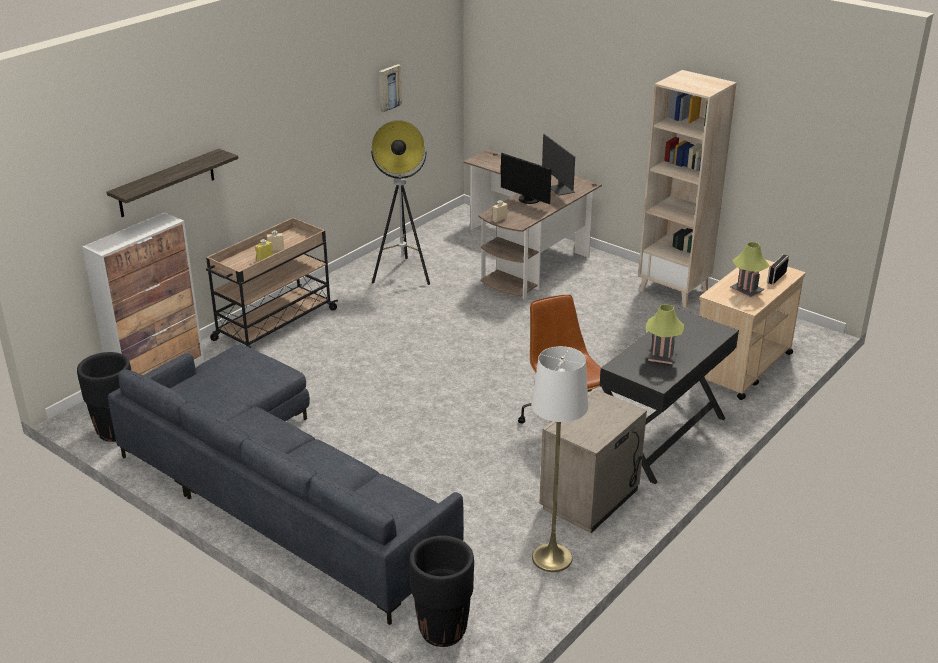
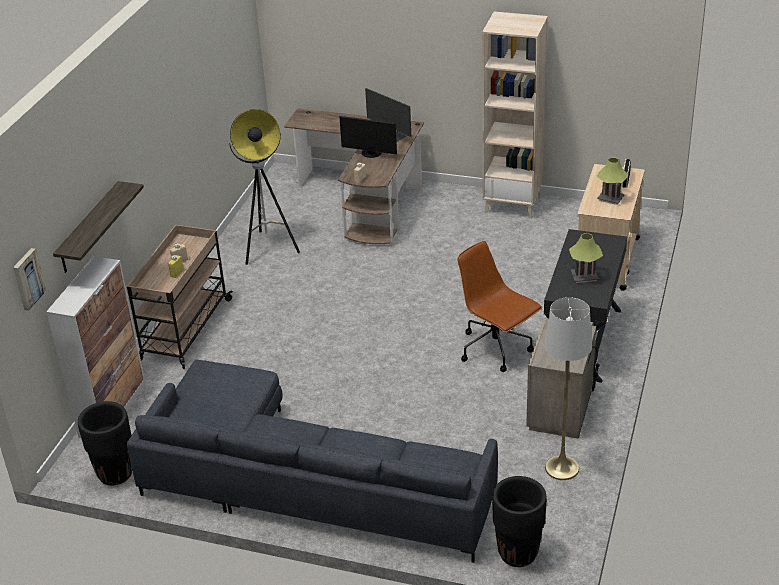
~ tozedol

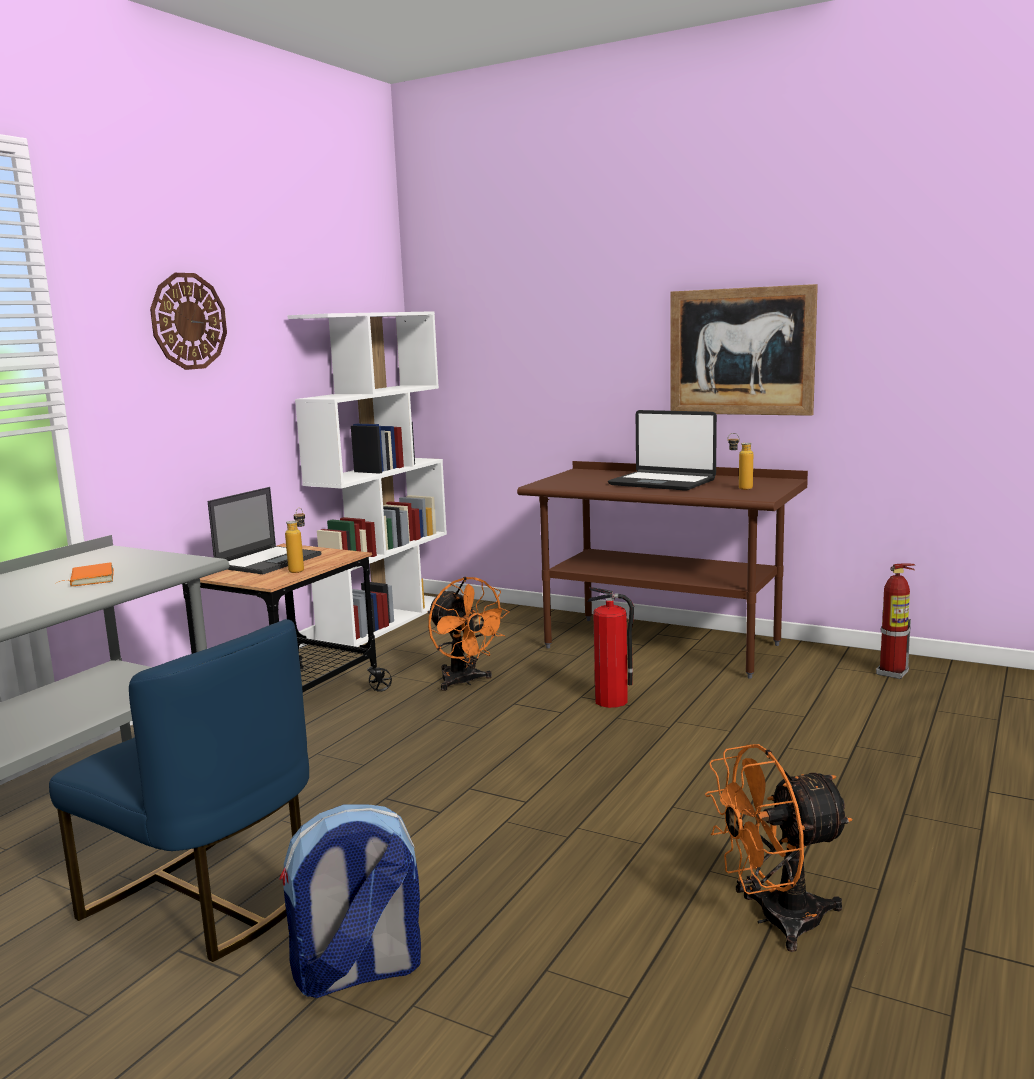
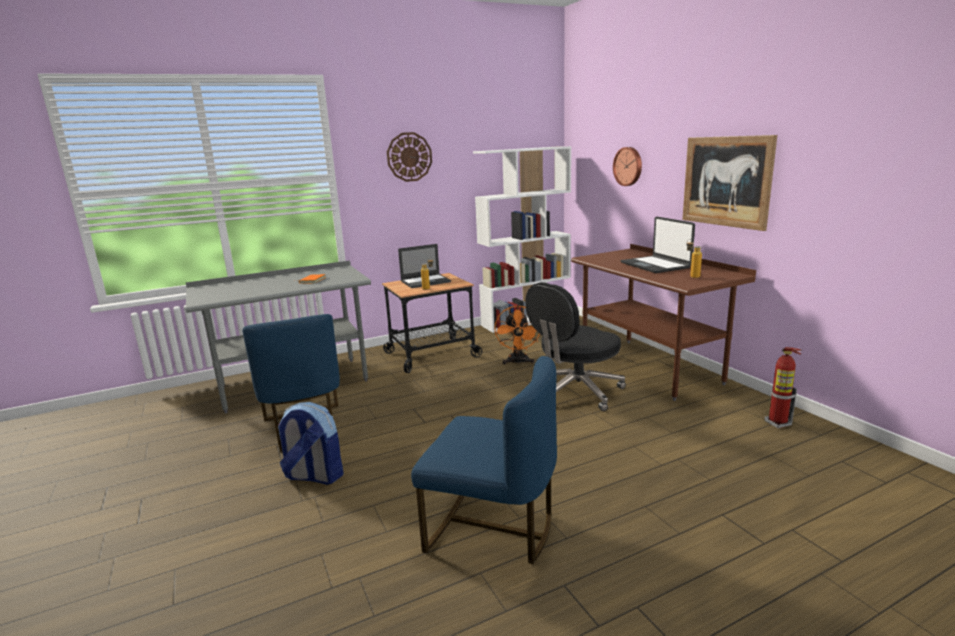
~ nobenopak (1st from left) to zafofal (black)
~ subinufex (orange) (2nd from left) to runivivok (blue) (2nd from left)
+ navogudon (2nd from left)

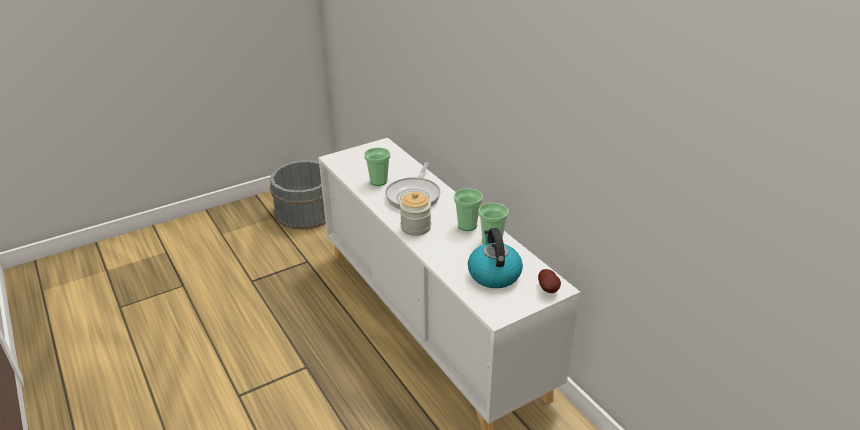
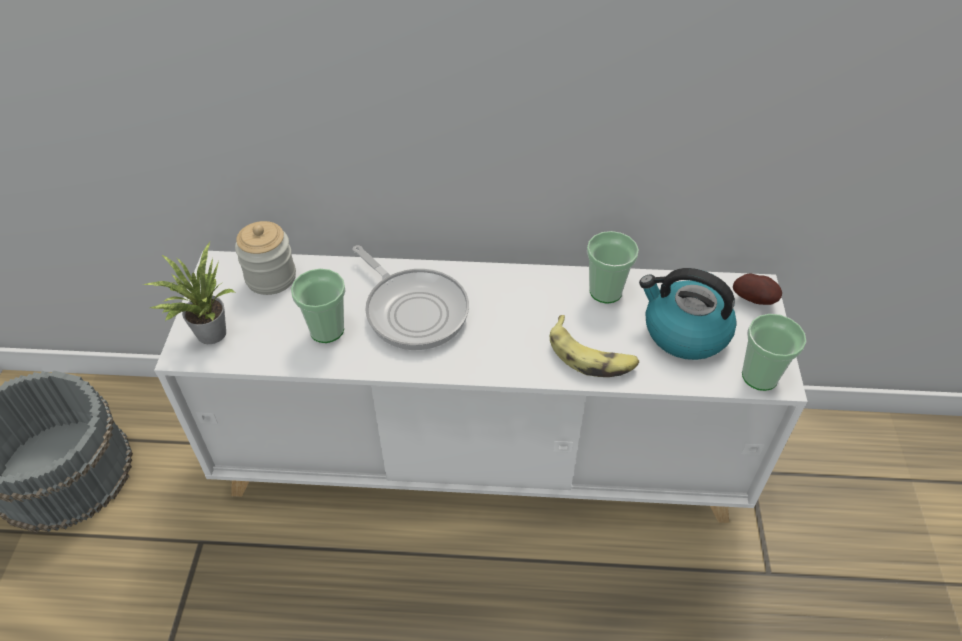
~ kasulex (2nd from left in the first image) to kasulex (3rd from left)
~ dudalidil
+ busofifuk
+ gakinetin

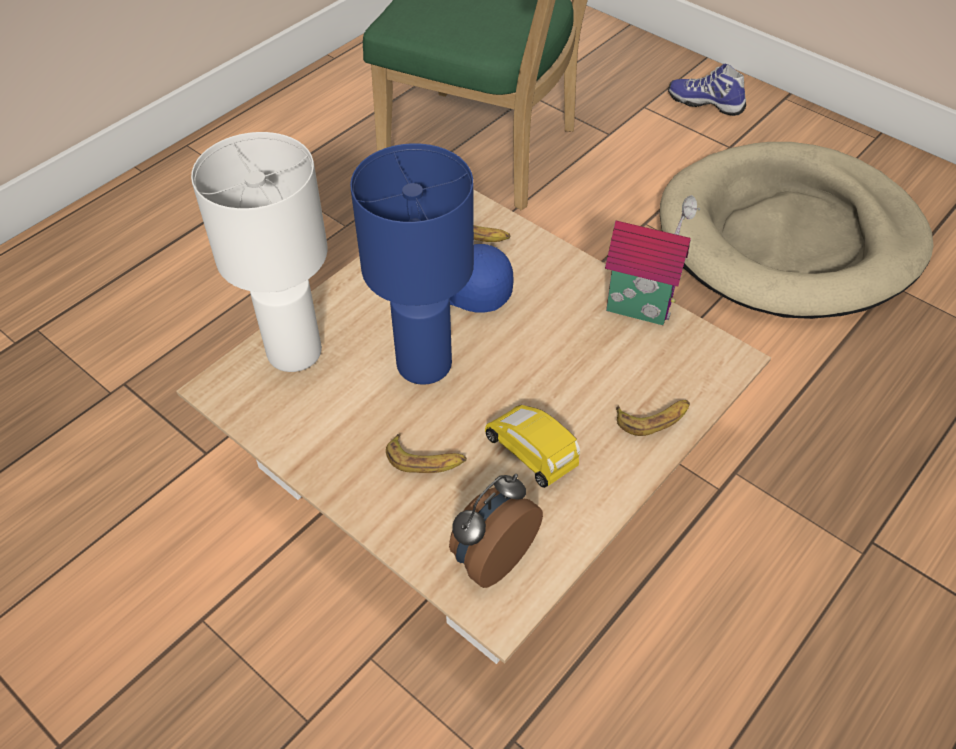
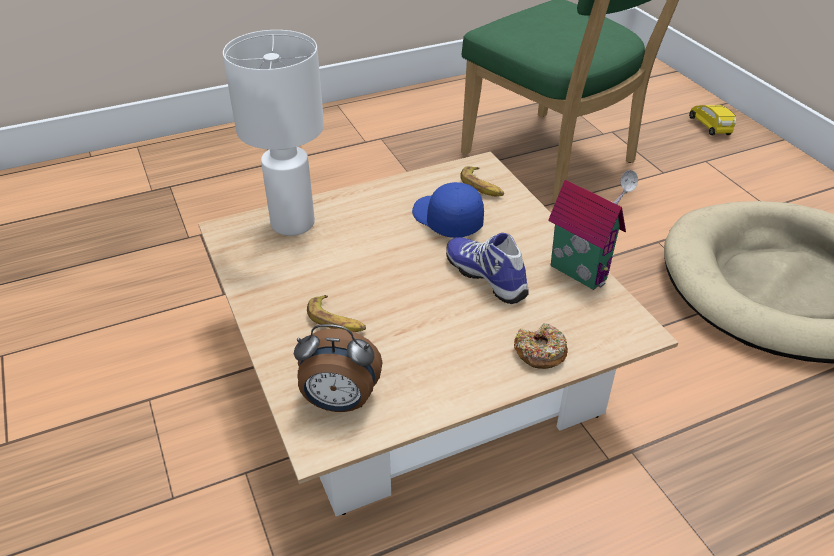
~ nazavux
- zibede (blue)
~ gakinetin (3rd from left) to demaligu
~ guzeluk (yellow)
~ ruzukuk 150 degrees counterclockwise

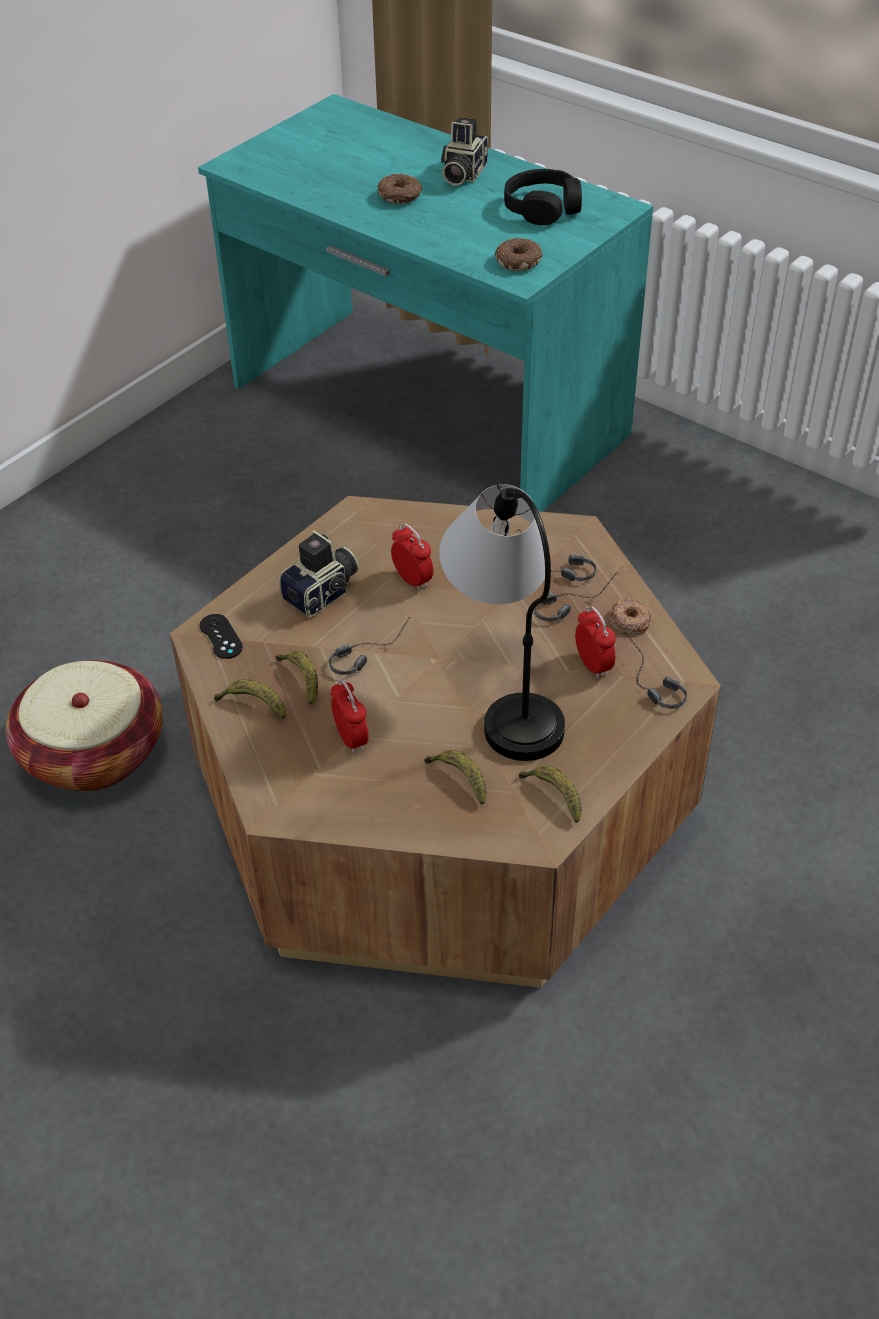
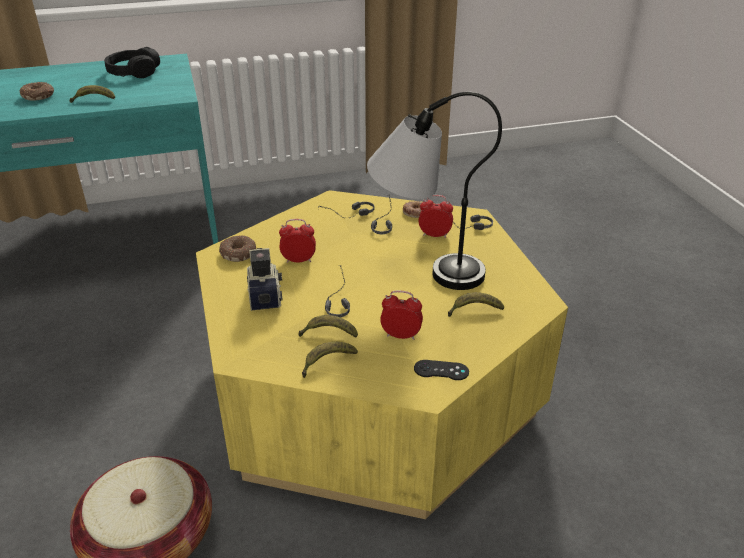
- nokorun (2nd from left)
~ demaligu (2nd from left)
~ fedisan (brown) to fedisan (yellow)
~ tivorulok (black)
~ gakinetin (4th from left in the first image) to gakinetin (1st from left)

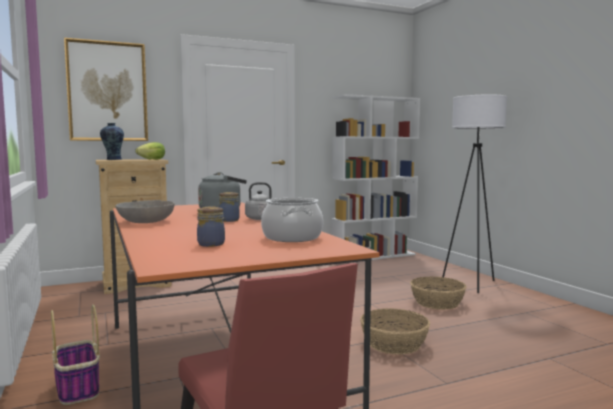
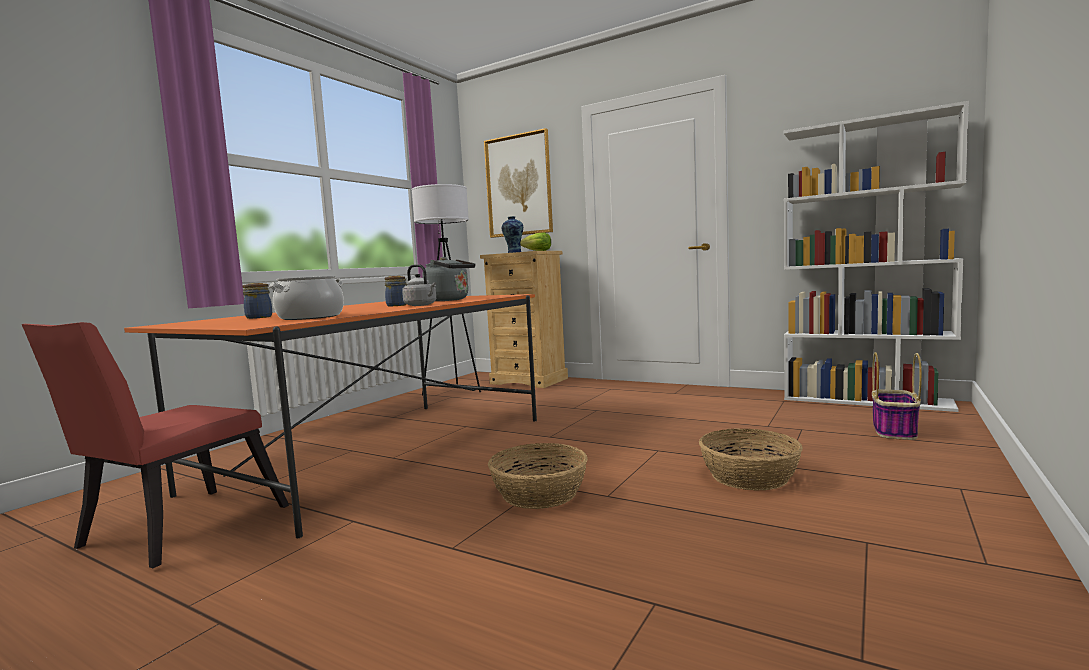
~ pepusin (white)
- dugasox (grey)
~ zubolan (1st from left in the first image) to zubolan (3rd from left)

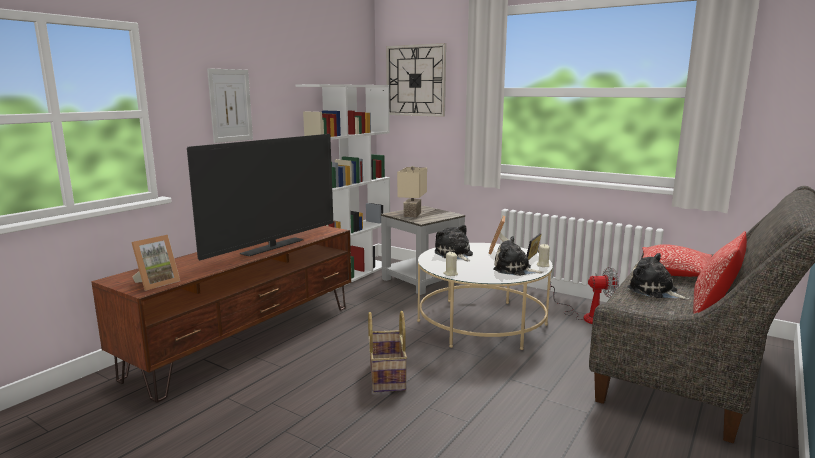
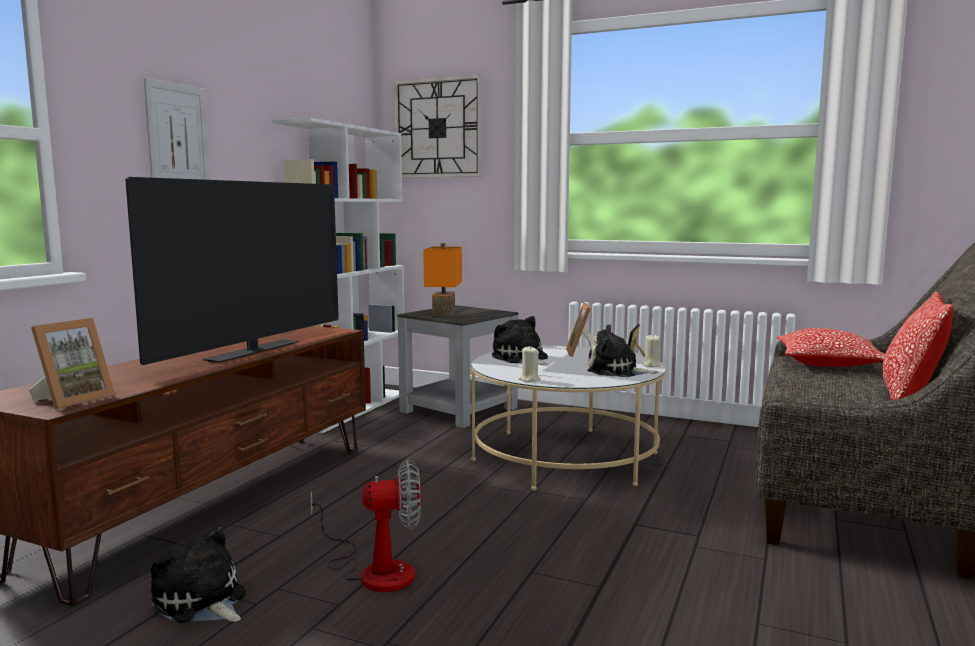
~ zibede (beige) to zibede (orange)
~ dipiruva (3rd from left in the first image) to dipiruva (1st from left)
~ subinufex
- zubolan

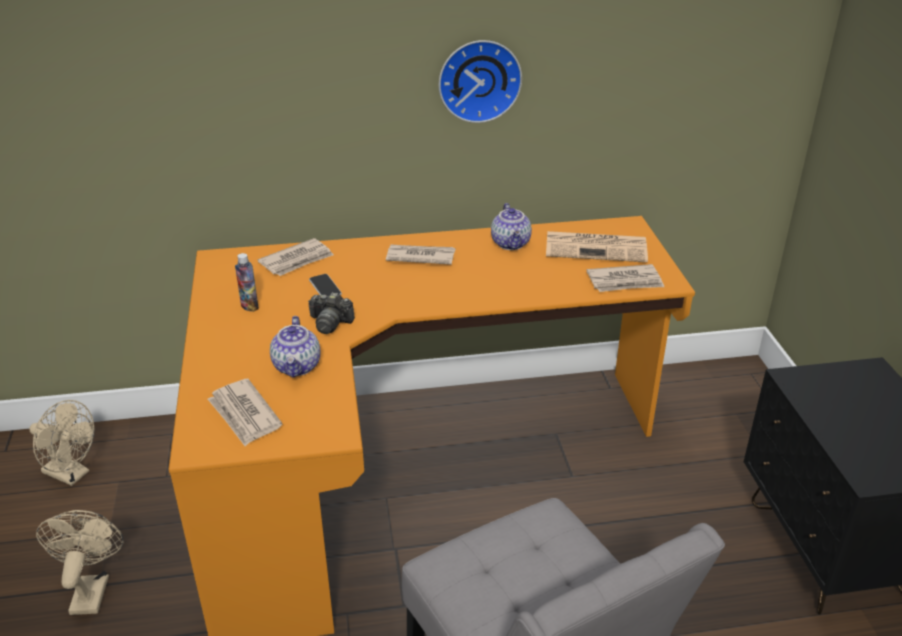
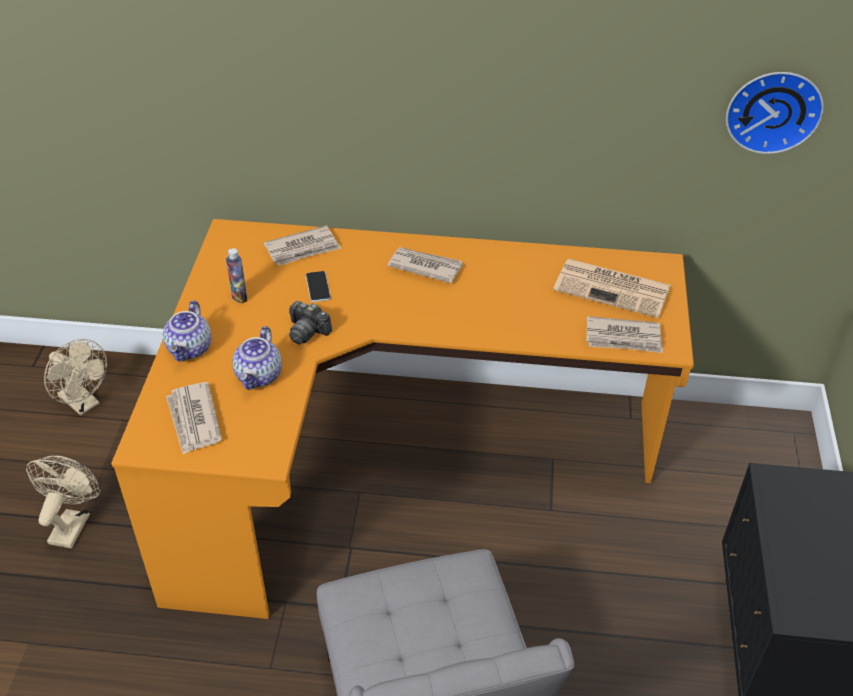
~ navogudon
~ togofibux (2nd from left in the first image) to togofibux (1st from left)

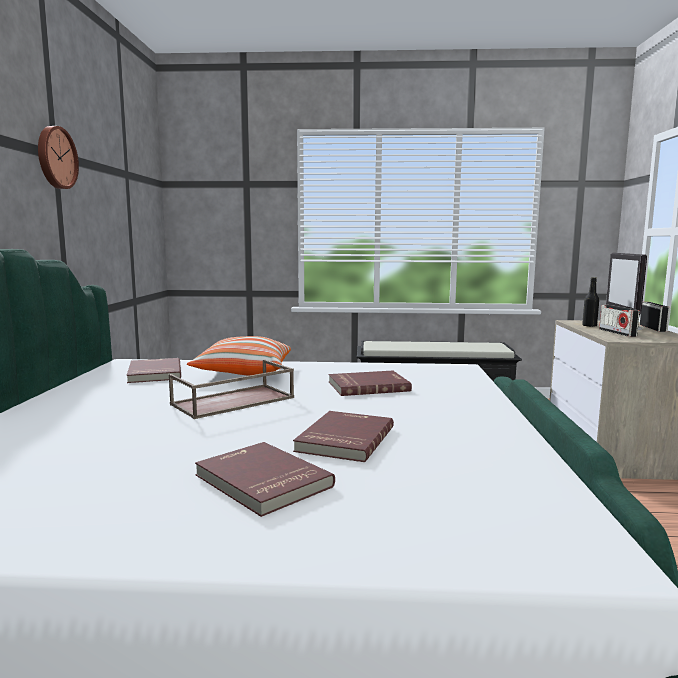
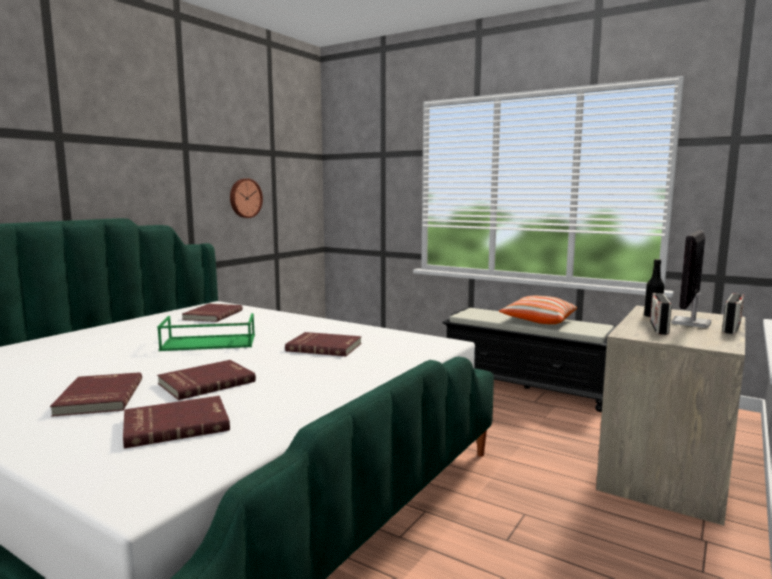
~ navogudon
~ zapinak
~ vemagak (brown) to vemagak (green)
+ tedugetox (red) (2nd from left)

